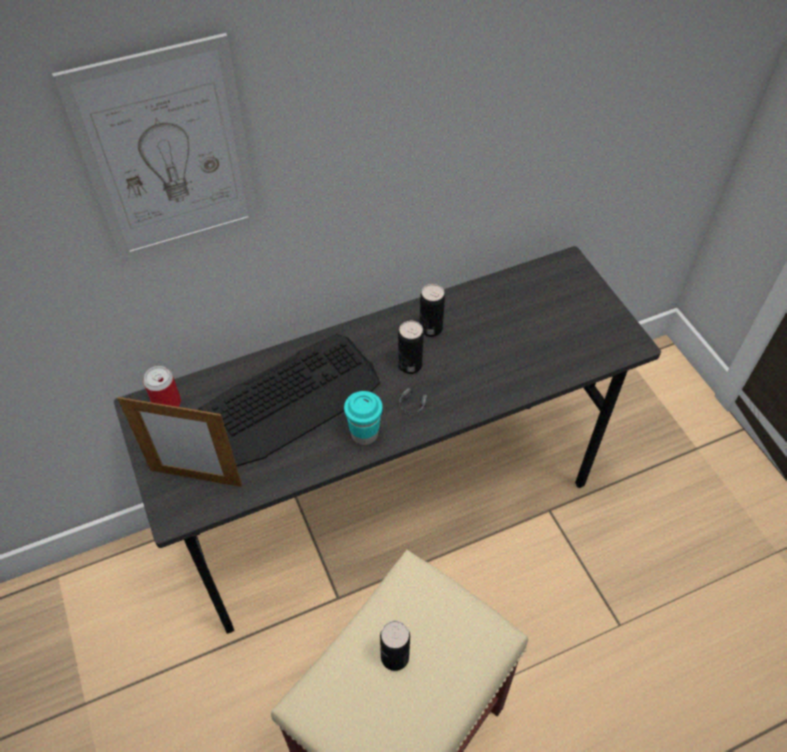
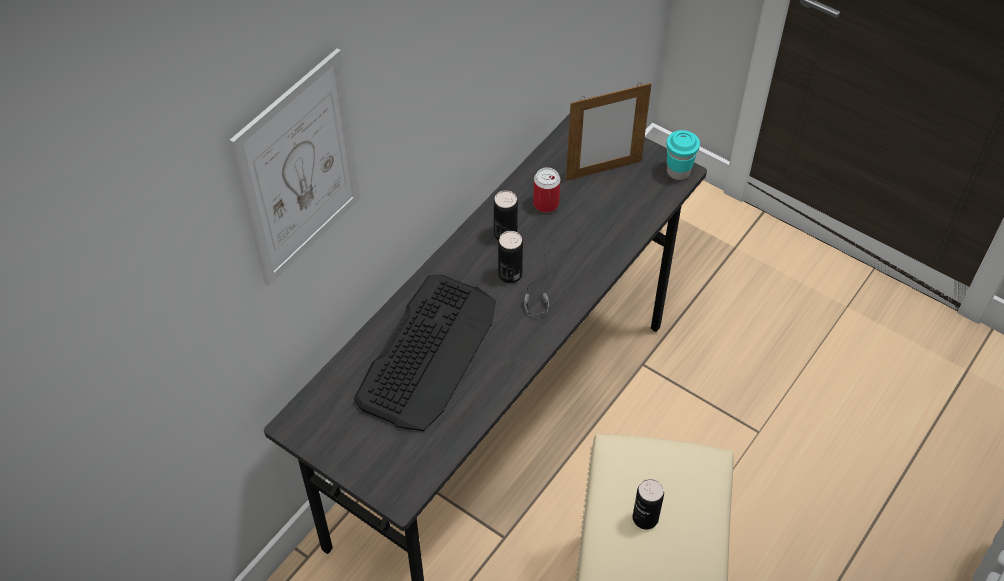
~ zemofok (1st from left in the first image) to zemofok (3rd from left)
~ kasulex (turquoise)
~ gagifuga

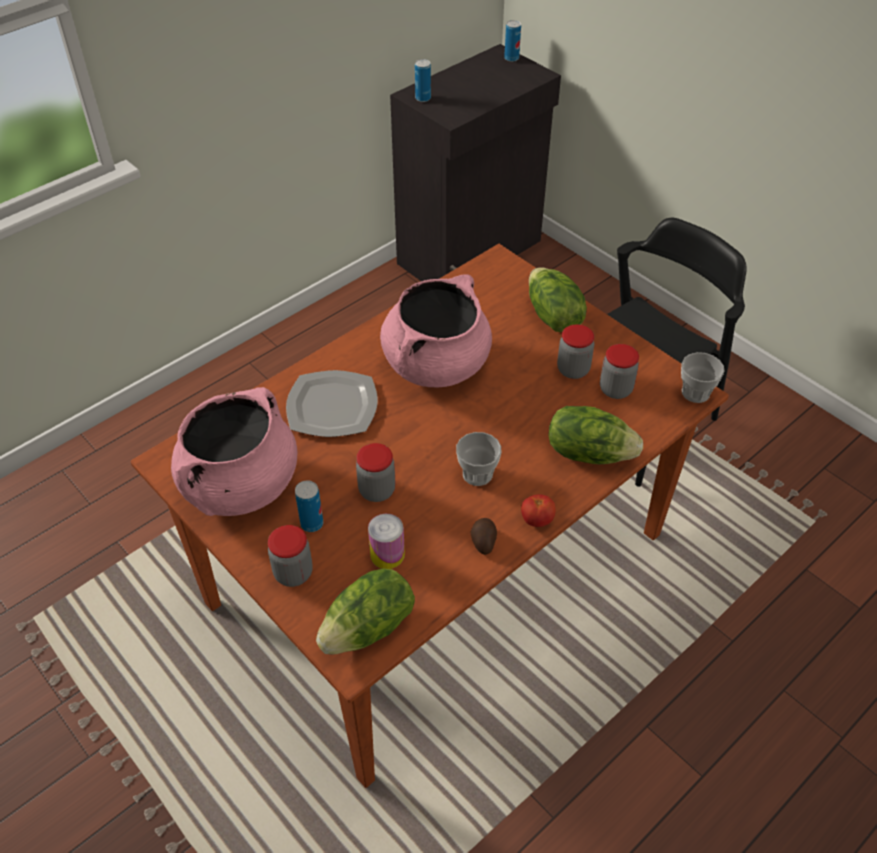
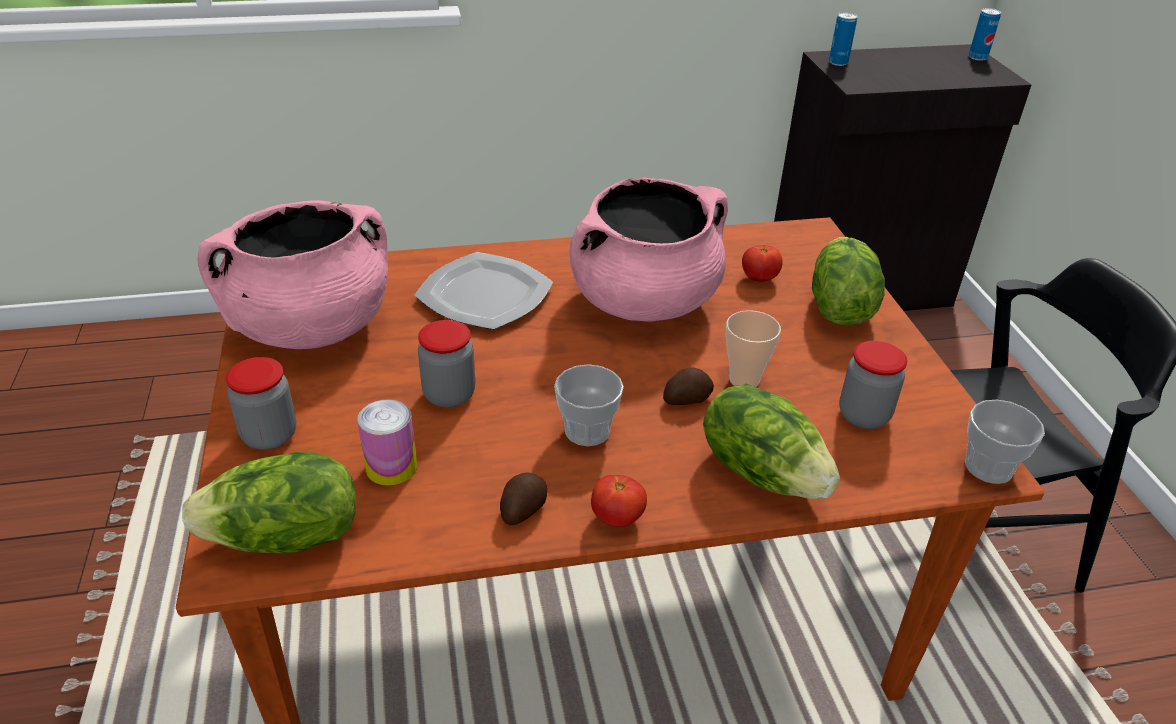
- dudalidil (3rd from left)
- zemofok (1st from left)
+ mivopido (2nd from left)
+ kasulex (2nd from left)
+ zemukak (2nd from left)

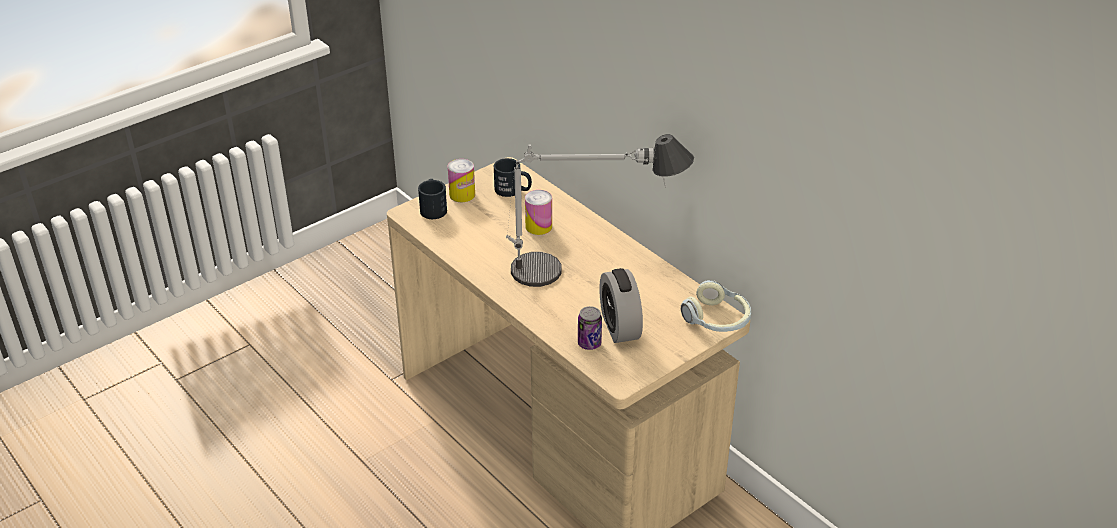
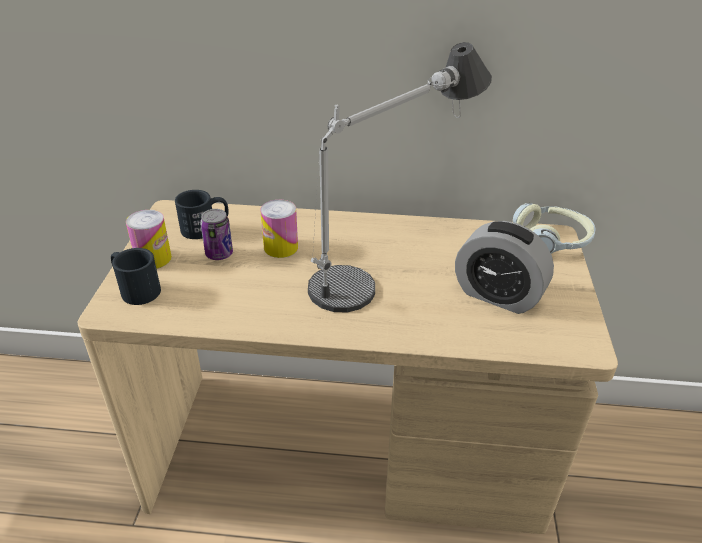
~ zemofok (3rd from left in the first image) to zemofok (2nd from left)

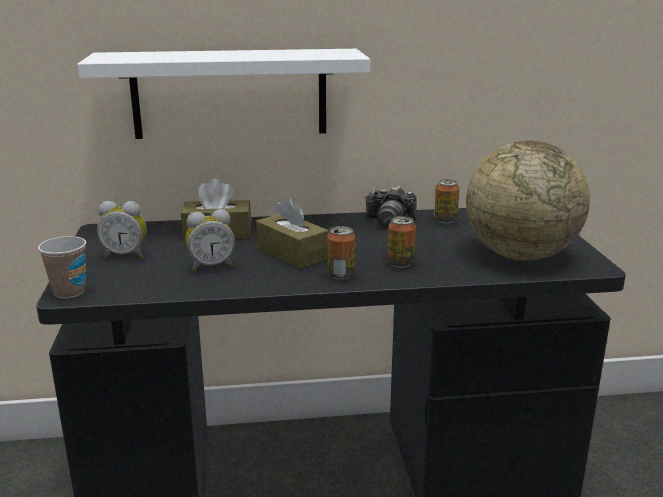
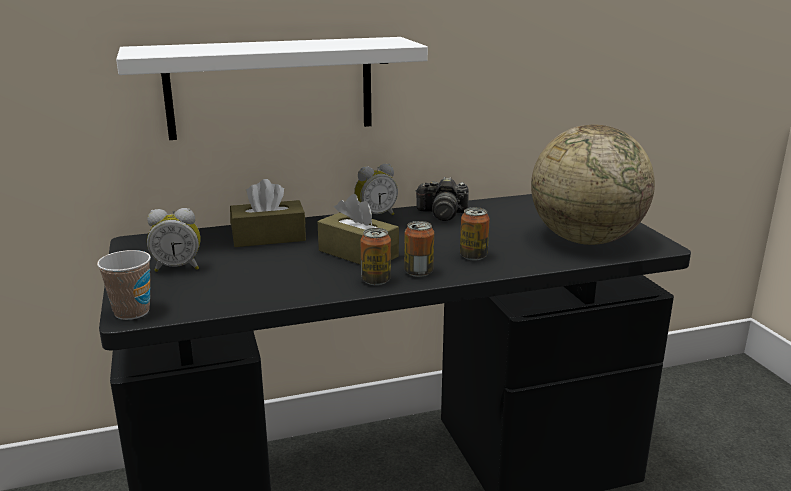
~ zemofok (3rd from left in the first image) to zemofok (1st from left)
~ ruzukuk (2nd from left)

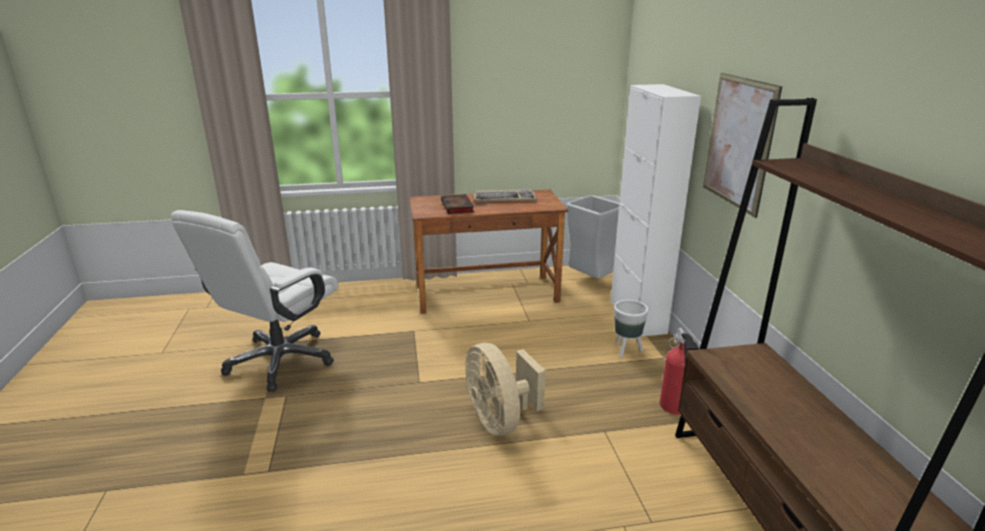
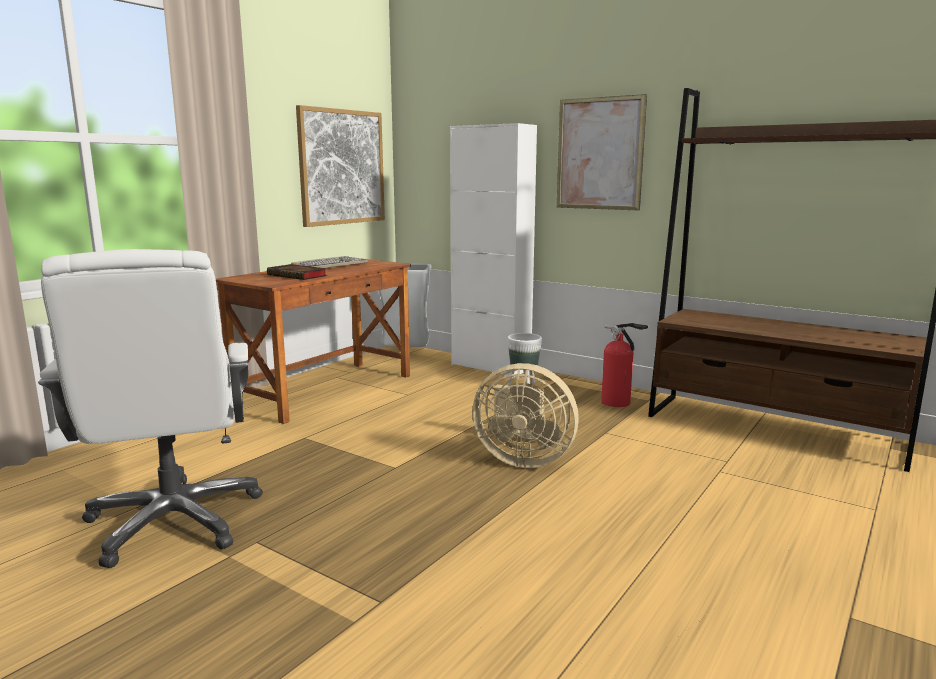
+ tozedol (1st from left)

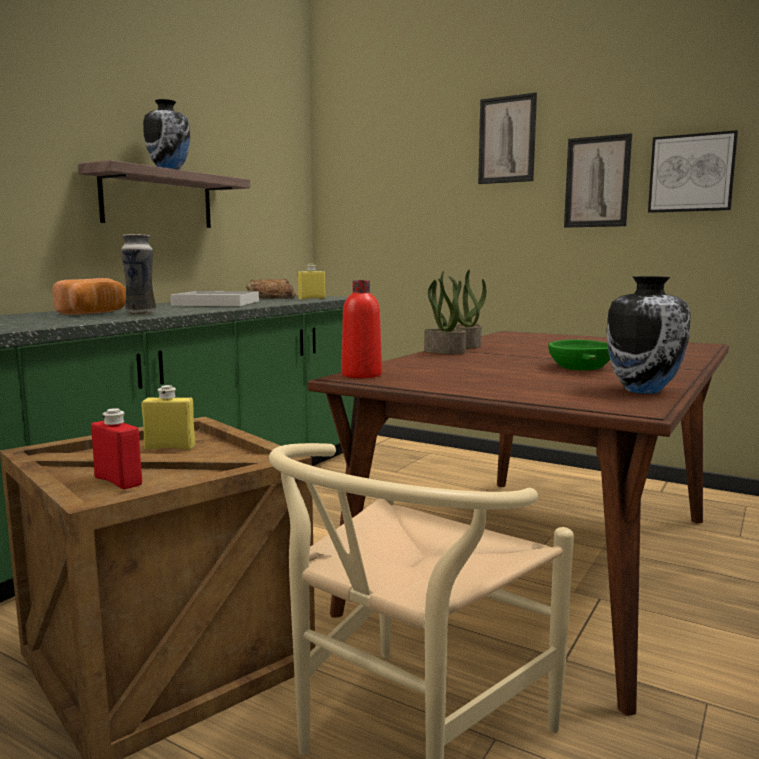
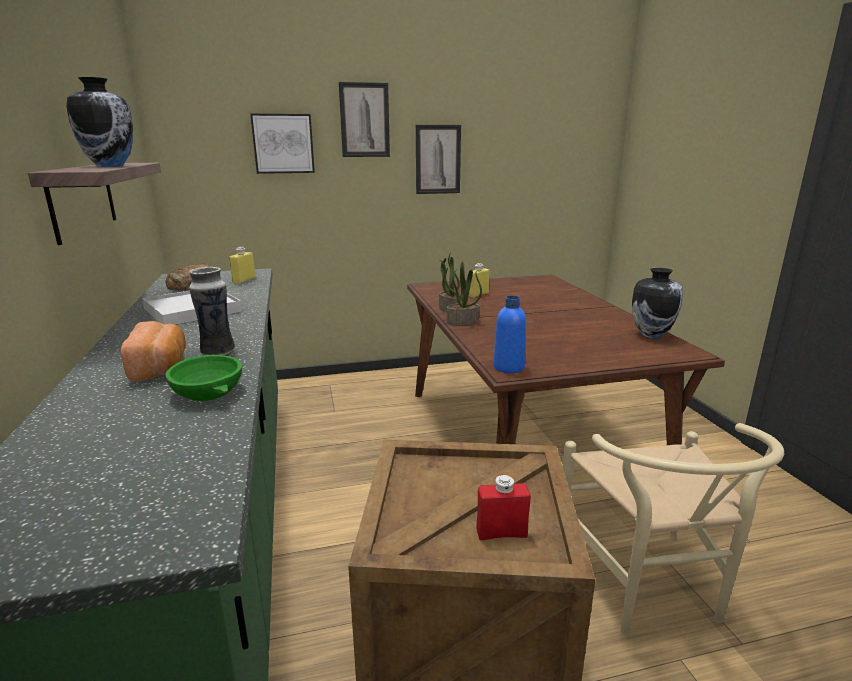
~ tozedol (3rd from left in the first image) to tozedol (1st from left)
~ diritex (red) (2nd from left) to diritex (blue)
~ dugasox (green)
~ diritex (yellow) (1st from left in the first image) to diritex (yellow) (2nd from left)

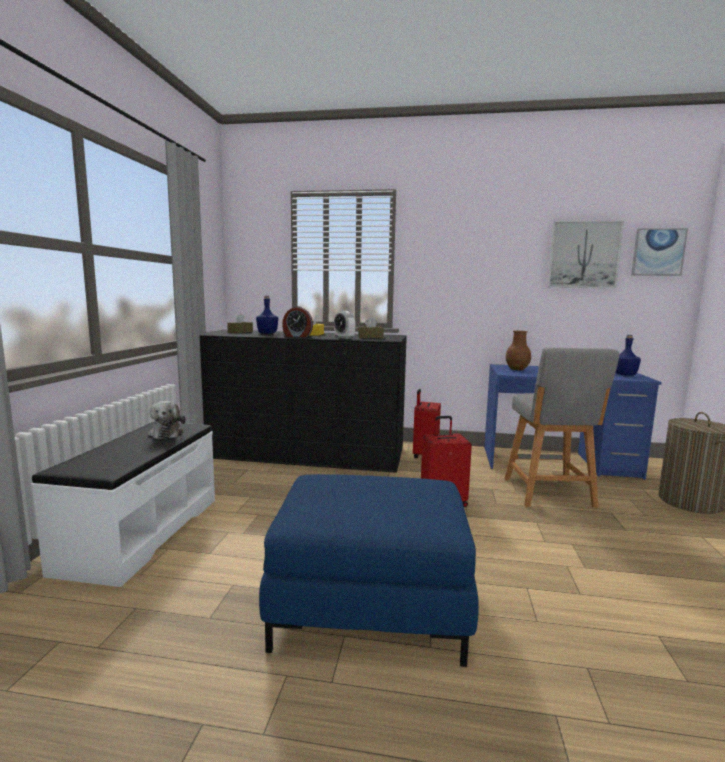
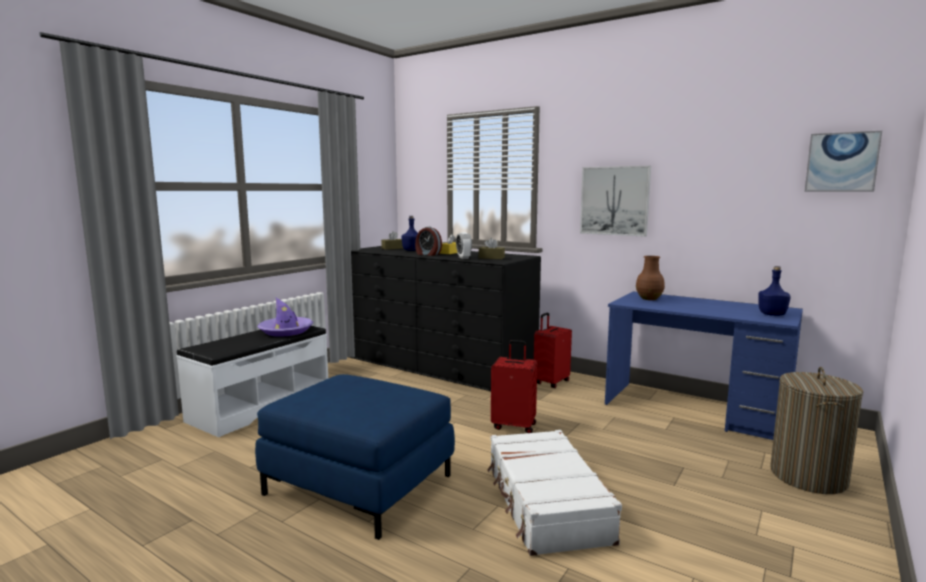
~ tozedol (1st from left)
- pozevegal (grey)
~ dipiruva to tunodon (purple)
+ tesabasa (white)

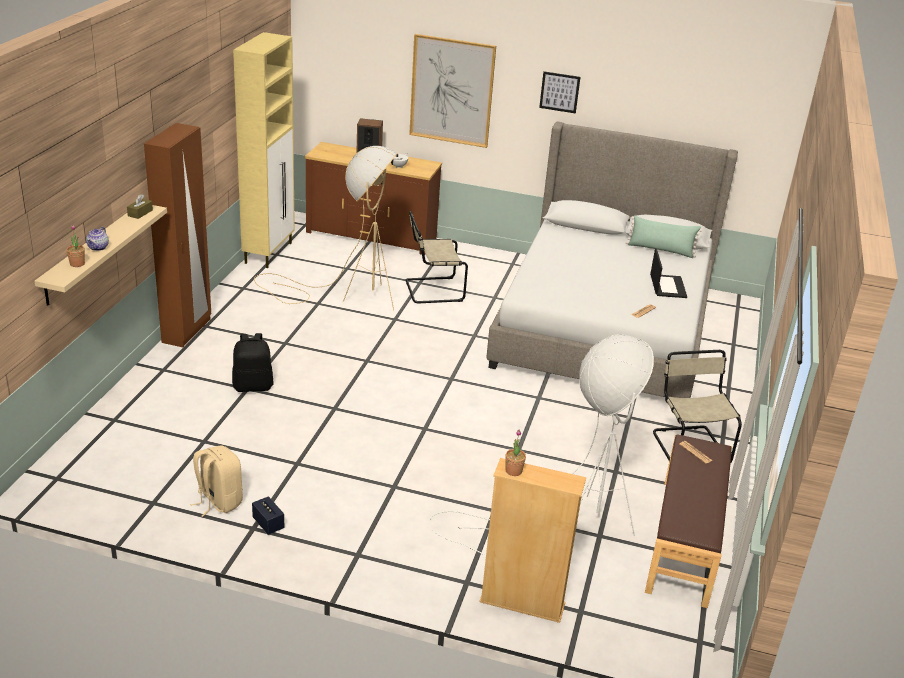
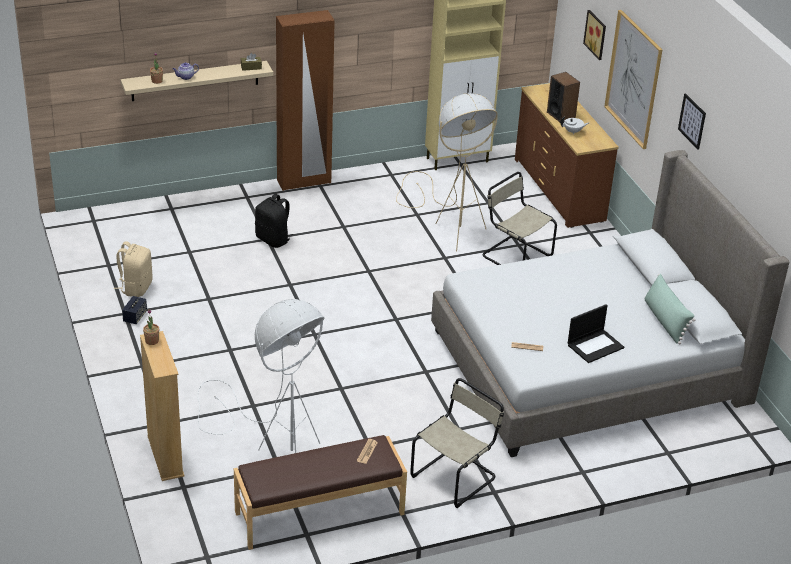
+ tozedol (1st from left)

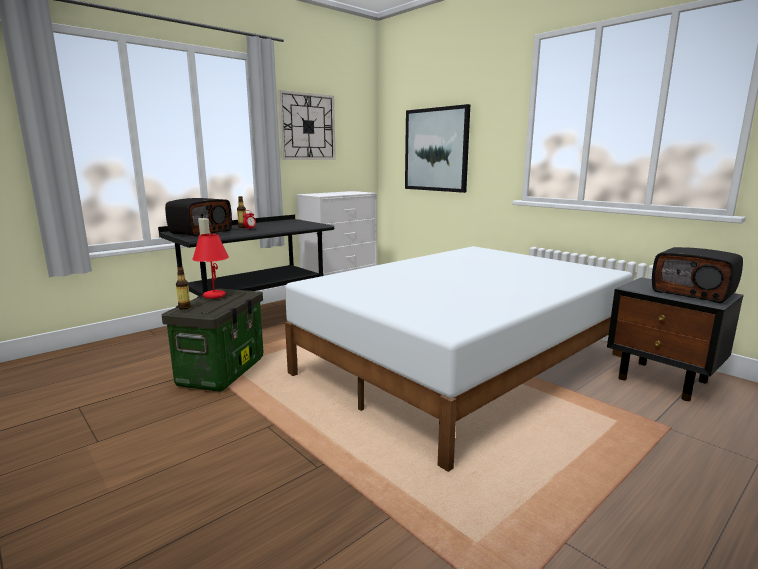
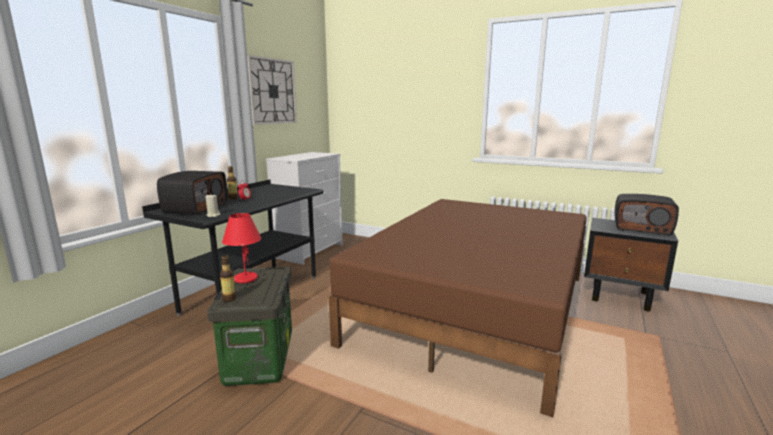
- tozedol
~ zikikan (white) to zikikan (brown)

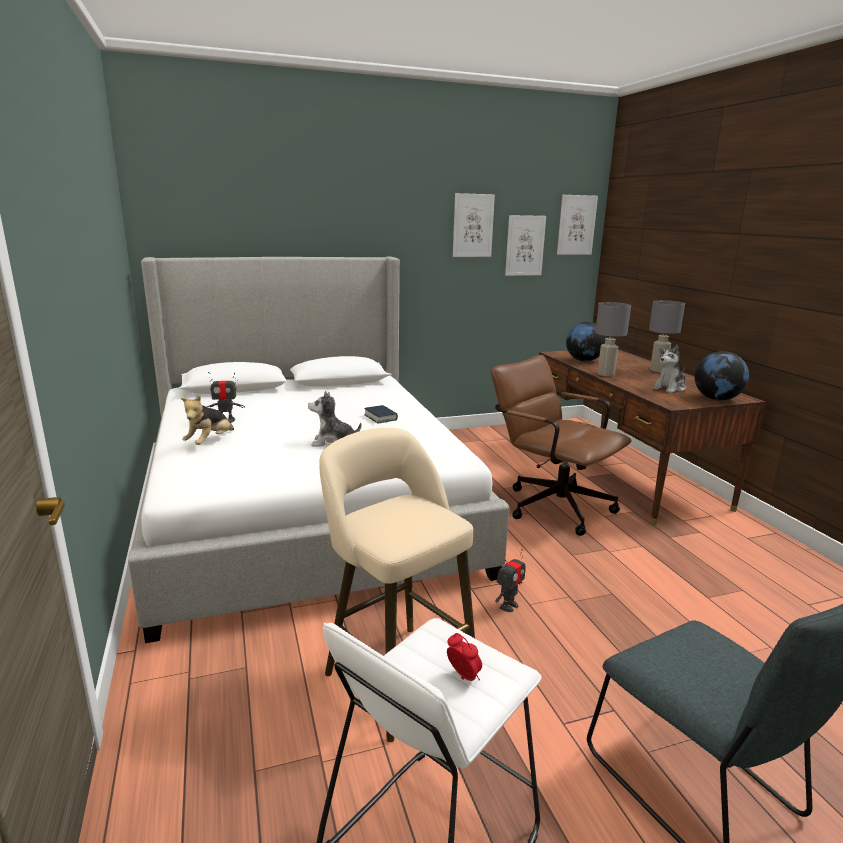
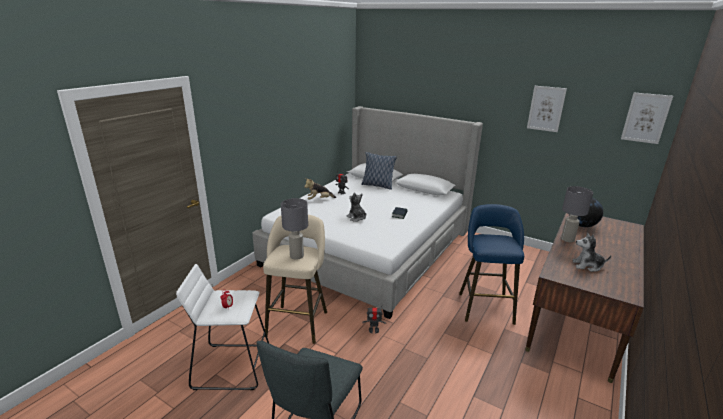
- tozedol (2nd from left)
~ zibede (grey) (2nd from left in the first image) to zibede (grey) (1st from left)
- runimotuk (2nd from left)
~ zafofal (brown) to pozevegal (blue)
+ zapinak

